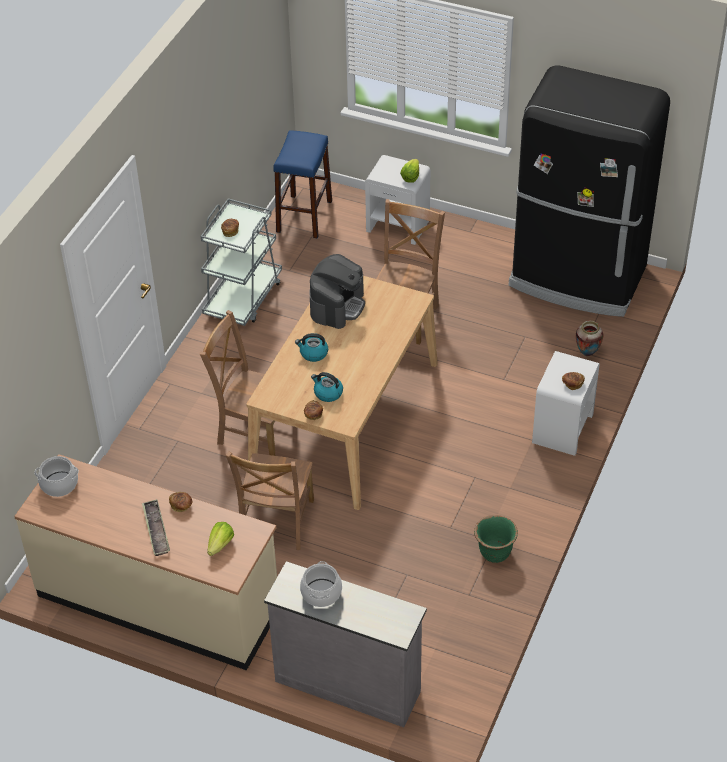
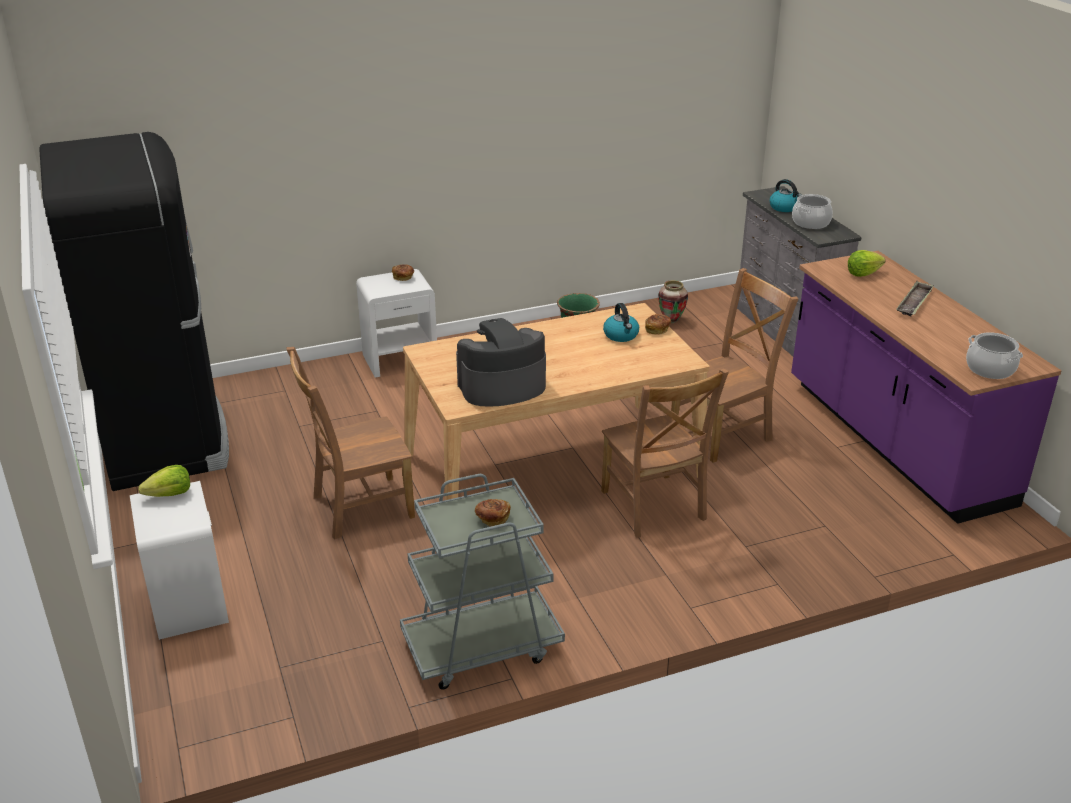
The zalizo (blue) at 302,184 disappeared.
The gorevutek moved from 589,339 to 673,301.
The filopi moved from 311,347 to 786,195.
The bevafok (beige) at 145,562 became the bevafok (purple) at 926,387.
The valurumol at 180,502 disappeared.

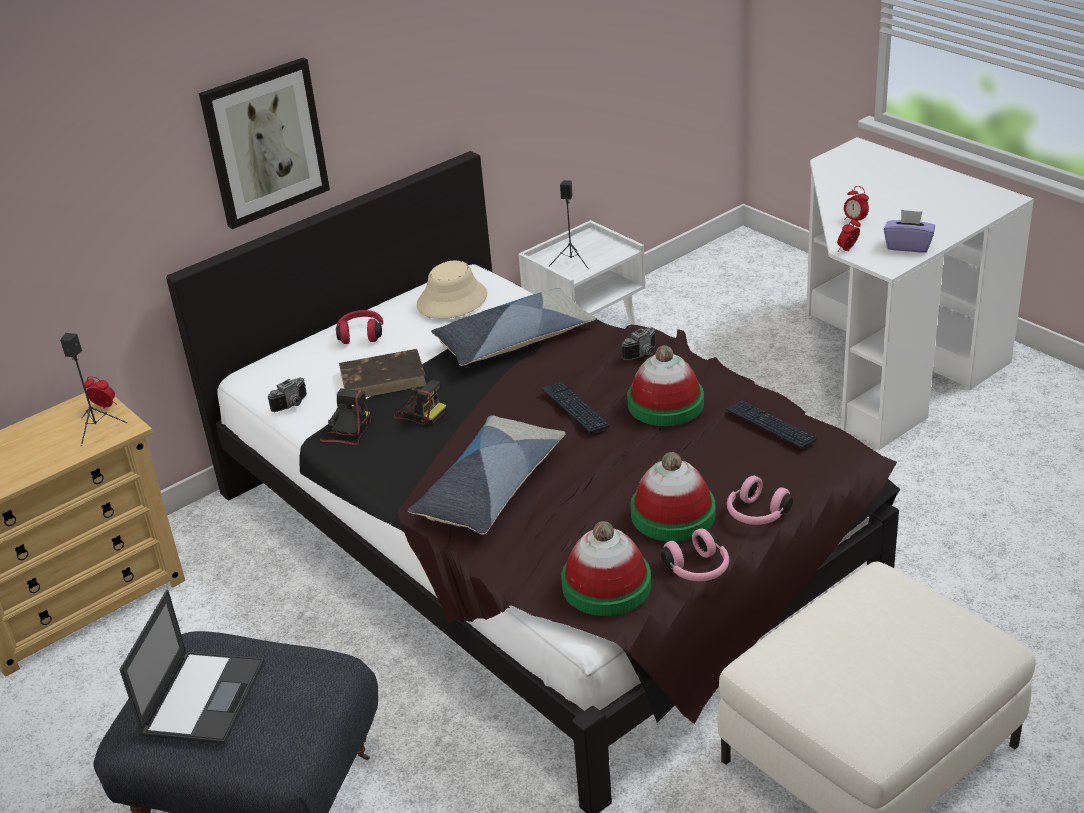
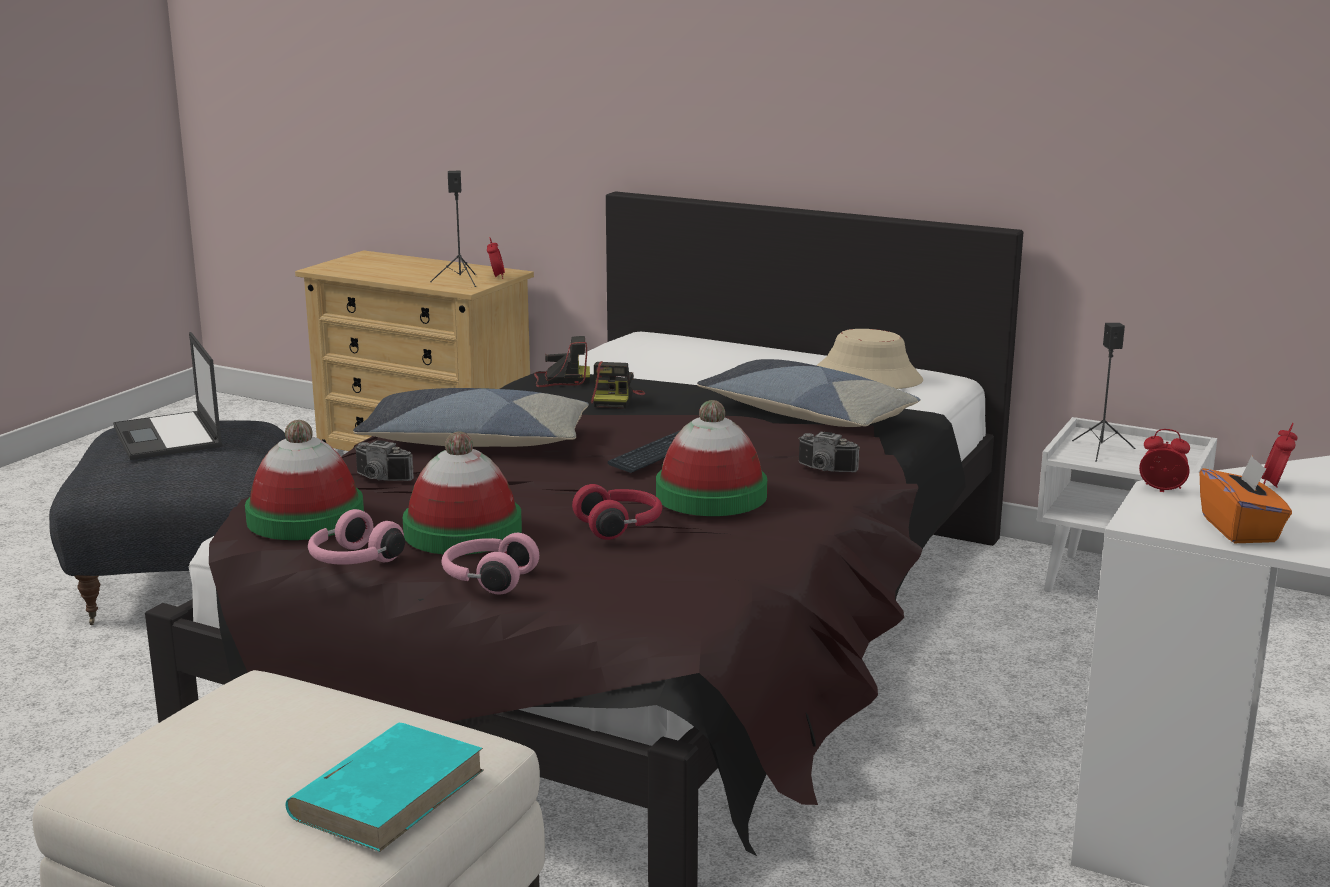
The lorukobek at 264,143 disappeared.
The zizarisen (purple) at 909,231 became the zizarisen (orange) at 1246,499.
The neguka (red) moved from 359,327 to 617,512.
The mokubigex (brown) at 382,373 disappeared.
The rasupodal moved from 287,395 to 384,460.
The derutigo at 771,424 disappeared.
The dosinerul at 191,667 turned 75 degrees clockwise.
The mokubigex (turquoise) at 384,787 appeared.

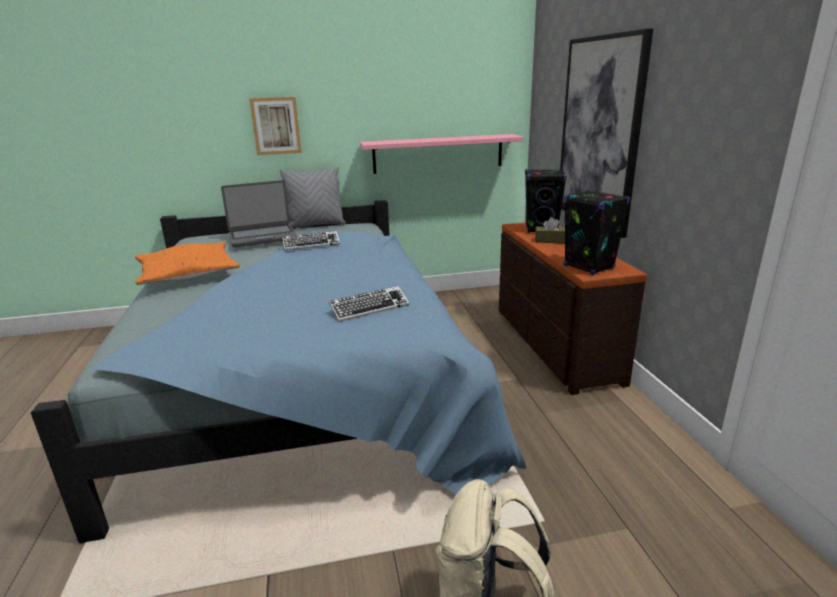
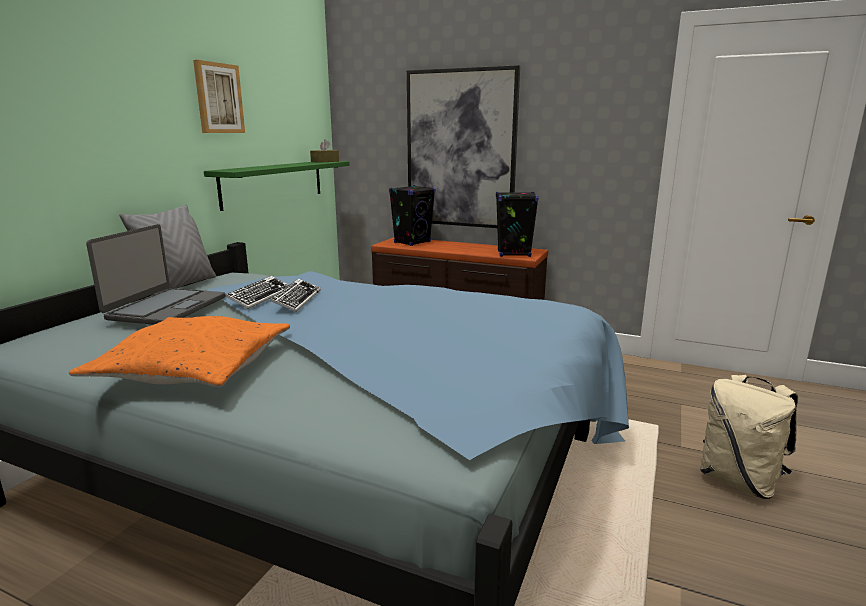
The lorukobek moved from 275,126 to 219,96.
The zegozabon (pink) at 442,154 became the zegozabon (green) at 277,186.
The zizarisen (brown) moved from 550,230 to 324,151.
The derutigo moved from 369,304 to 295,295.

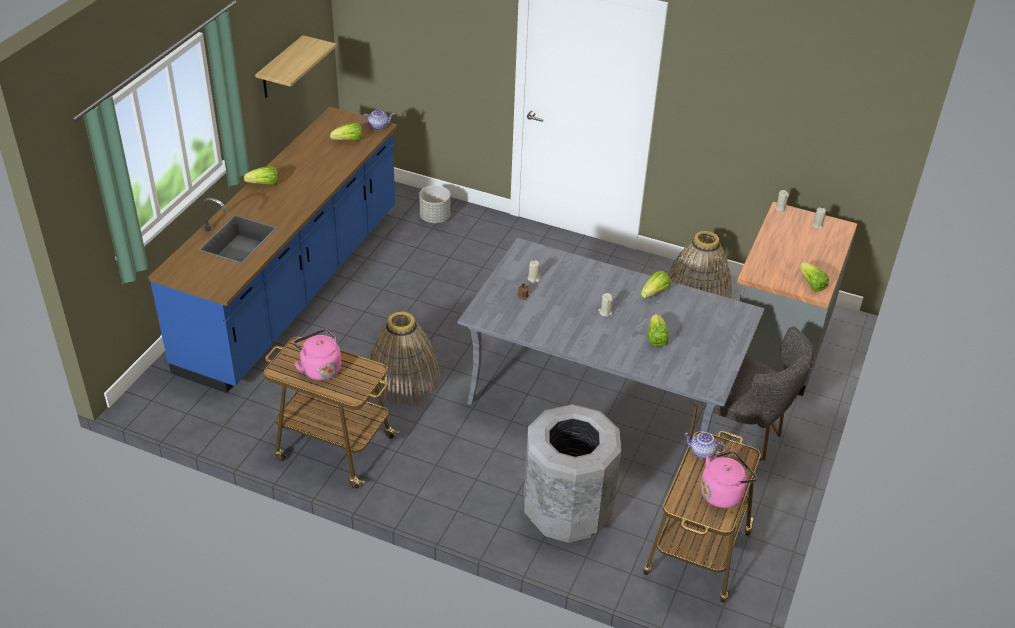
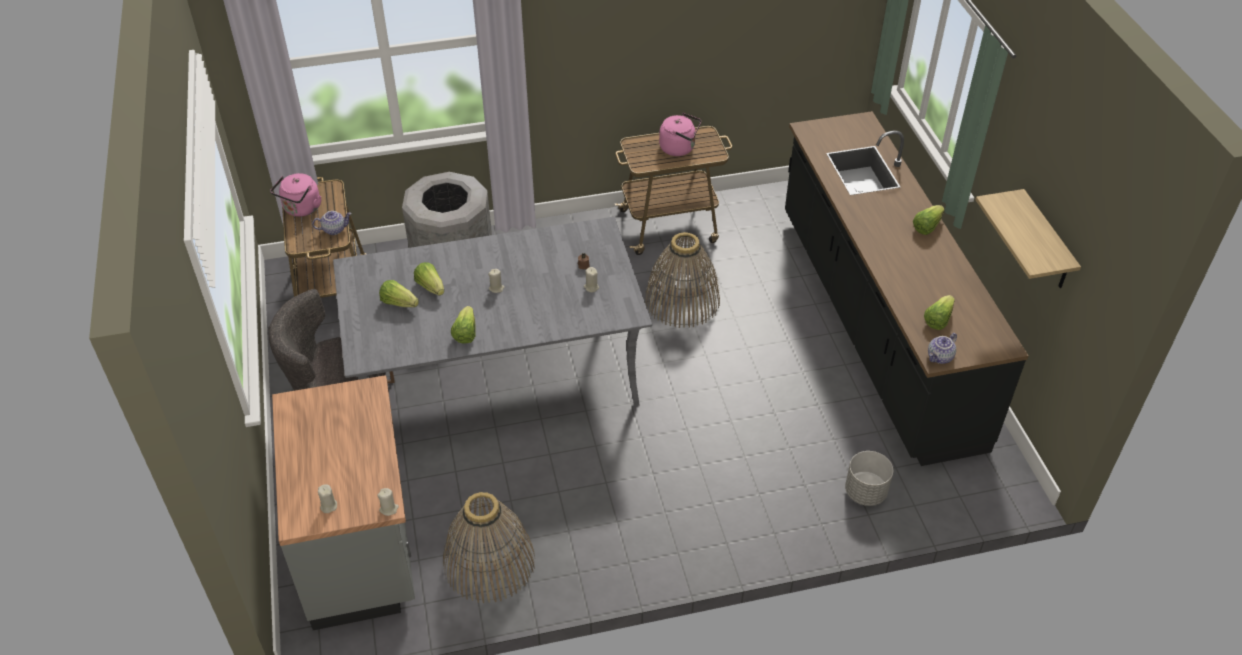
The bevafok (blue) at 272,250 became the bevafok (black) at 907,288.
The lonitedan moved from 814,277 to 399,293.

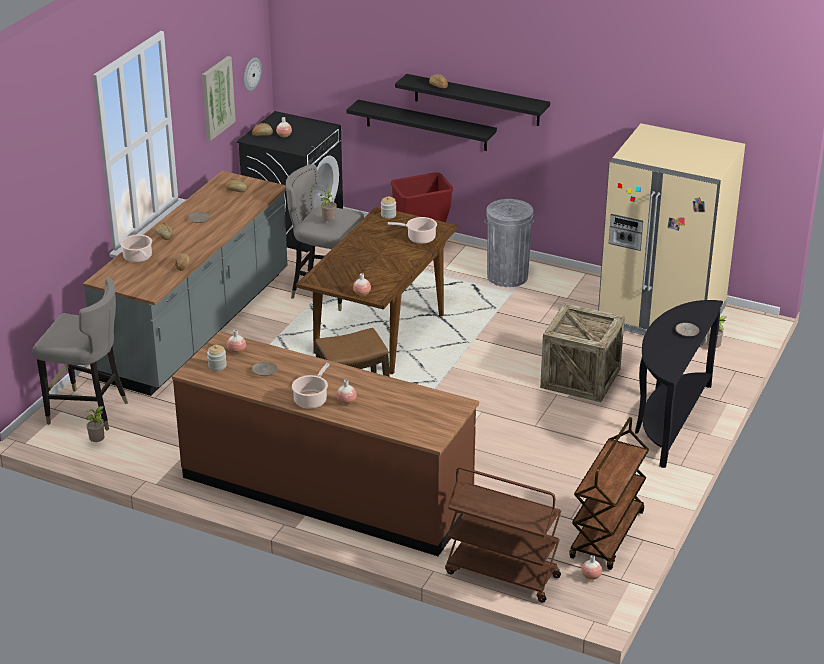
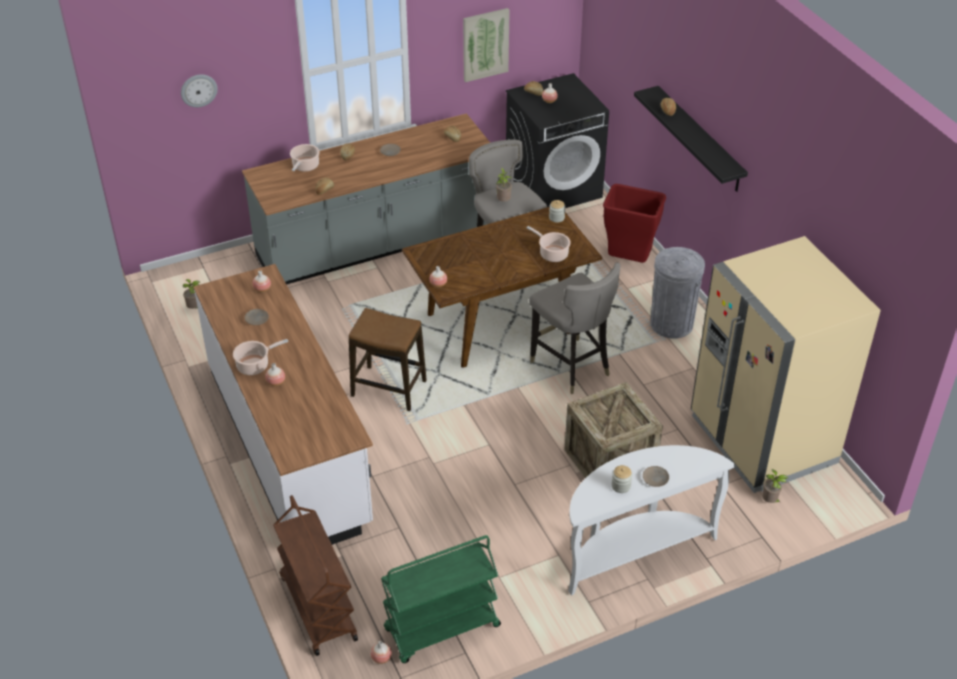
The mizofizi moved from 253,74 to 199,90.
The zegozabon (black) at 422,125 disappeared.
The zalizo (grey) moved from 80,354 to 574,328.
The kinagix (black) at 679,384 became the kinagix (white) at 651,520.
The bevafok (brown) at 325,443 became the bevafok (white) at 283,404.
The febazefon moved from 217,358 to 621,479.
The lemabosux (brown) at 609,493 became the lemabosux (green) at 441,599.

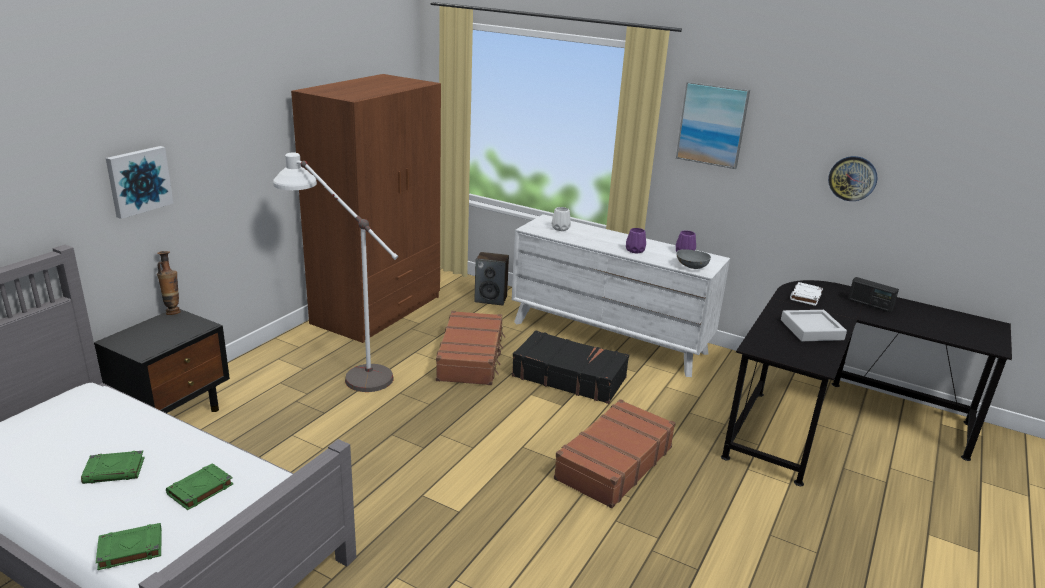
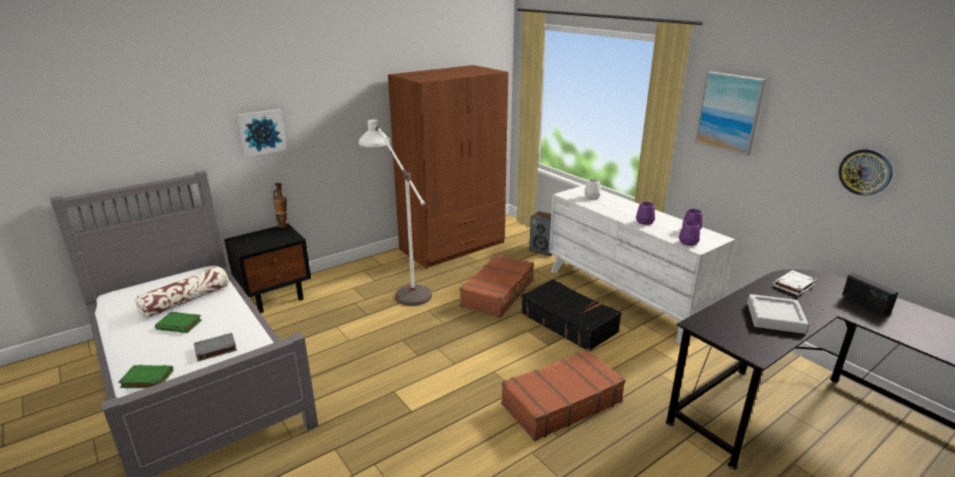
The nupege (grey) at 693,259 was replaced by the gorevutek (purple) at 689,233.
The mokubigex (green) at 199,486 became the mokubigex (grey) at 215,347.
The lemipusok at 182,292 appeared.

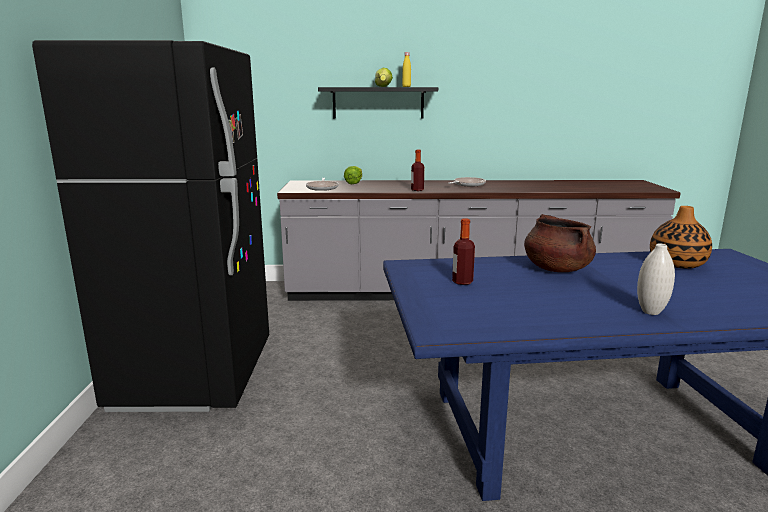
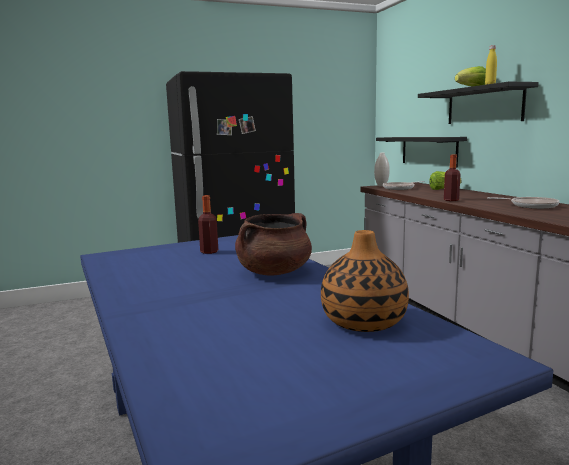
The gorevutek (white) moved from 656,279 to 382,169.
The zegozabon (black) at 421,152 appeared.

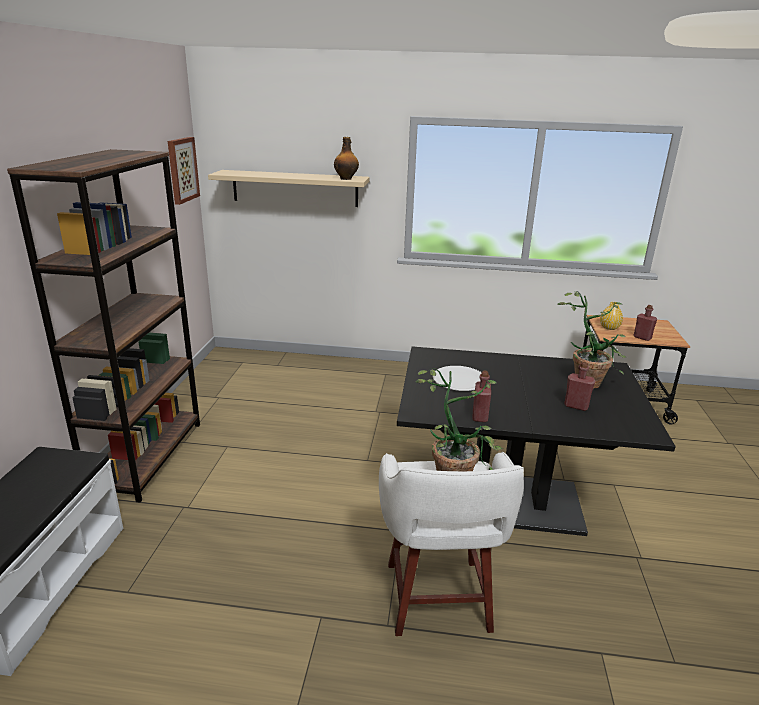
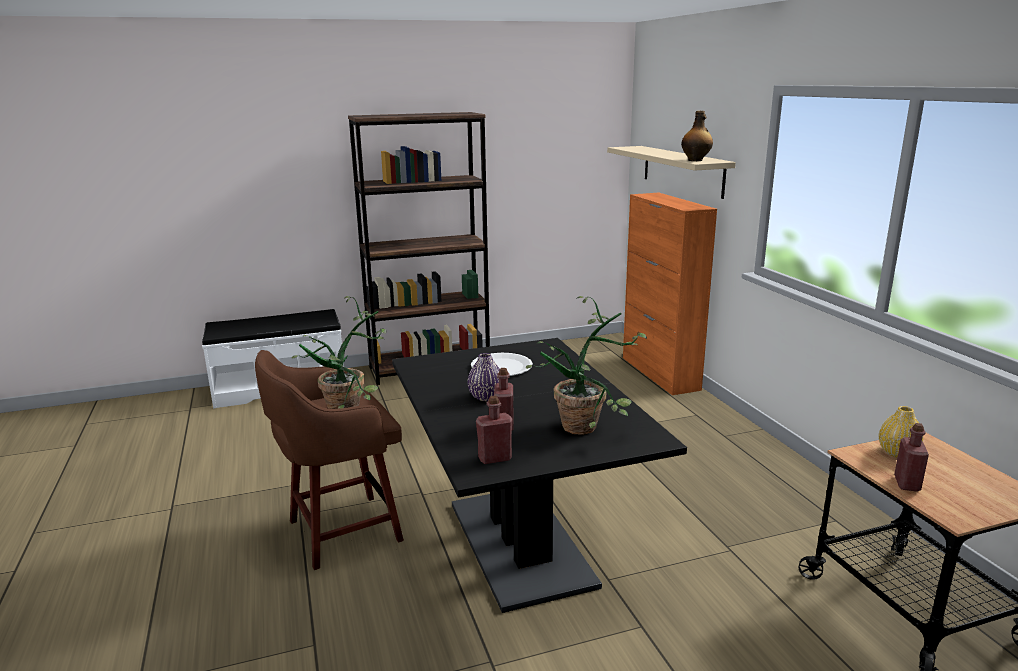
The lorukobek at 184,171 disappeared.
The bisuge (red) moved from 481,396 to 494,430.
The zalizo (white) at 451,544 became the zalizo (brown) at 329,460.
The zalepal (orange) at 670,294 appeared.
The gorevutek (purple) at 483,377 appeared.

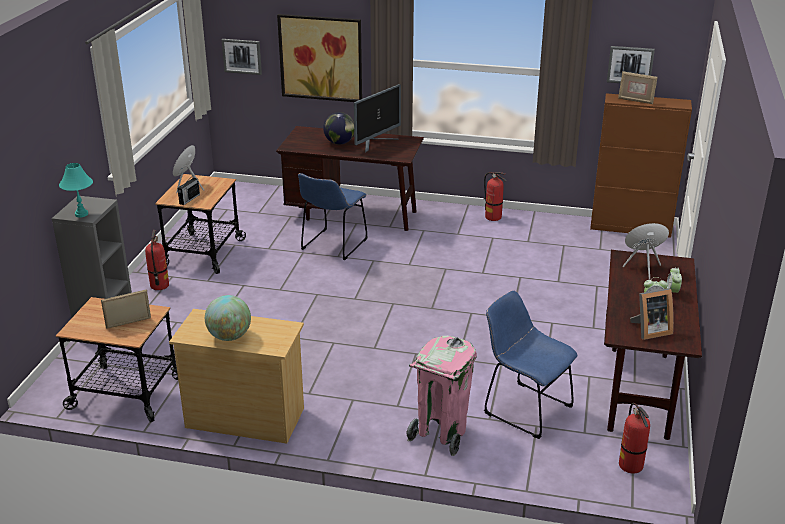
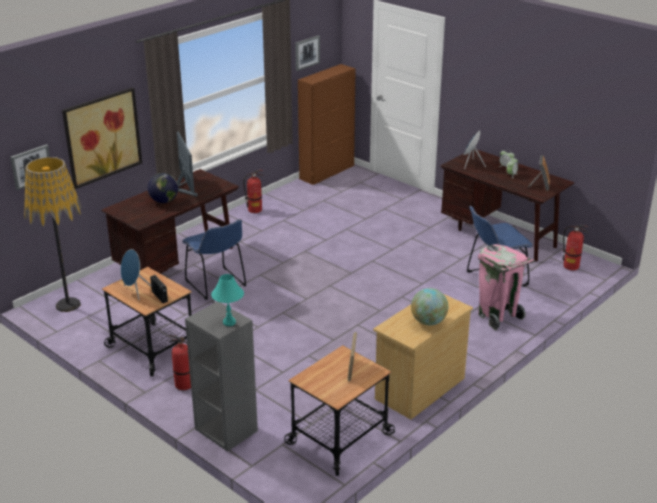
The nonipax at 638,87 disappeared.
The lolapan at 53,234 appeared.

